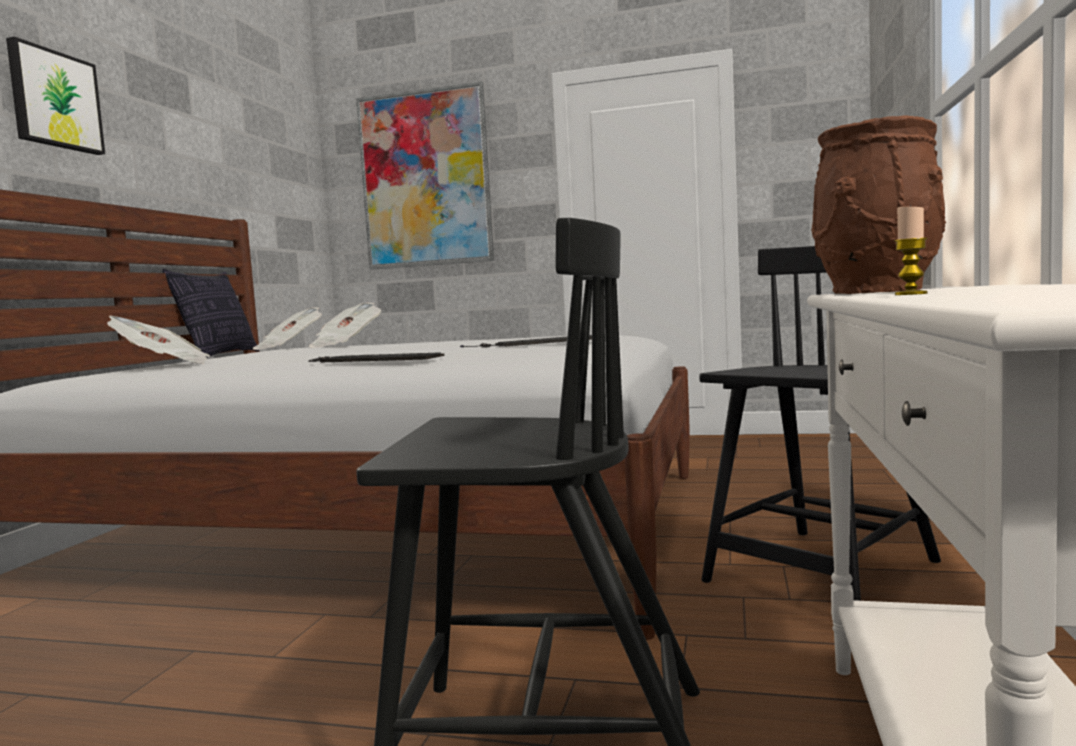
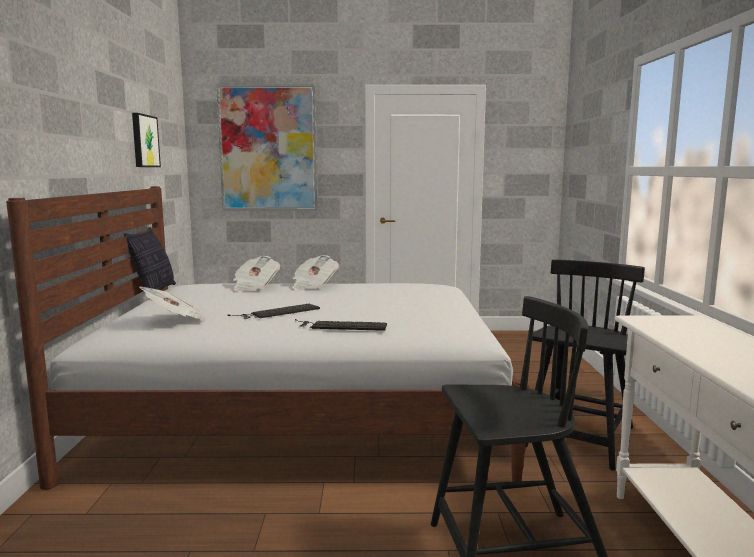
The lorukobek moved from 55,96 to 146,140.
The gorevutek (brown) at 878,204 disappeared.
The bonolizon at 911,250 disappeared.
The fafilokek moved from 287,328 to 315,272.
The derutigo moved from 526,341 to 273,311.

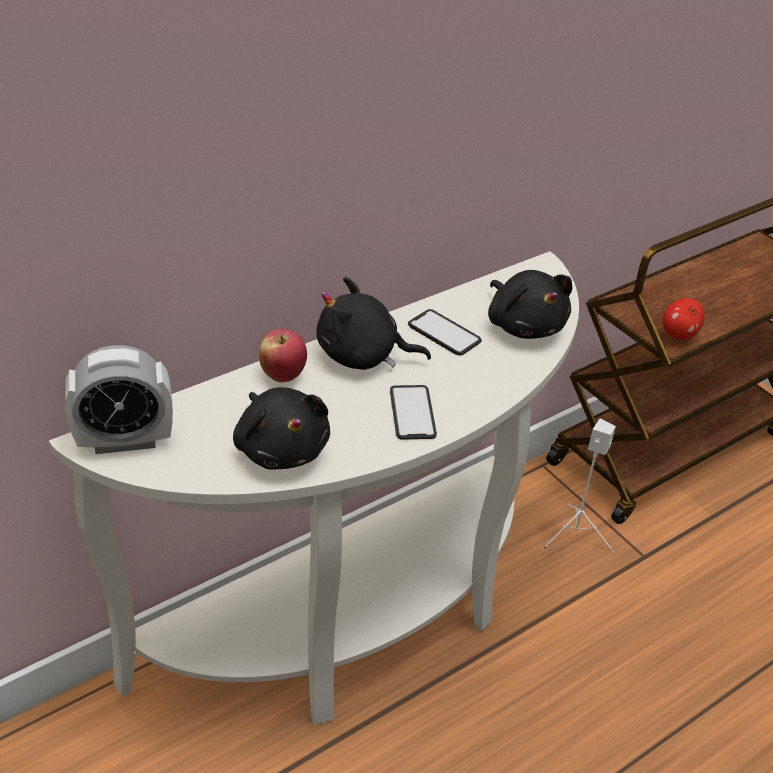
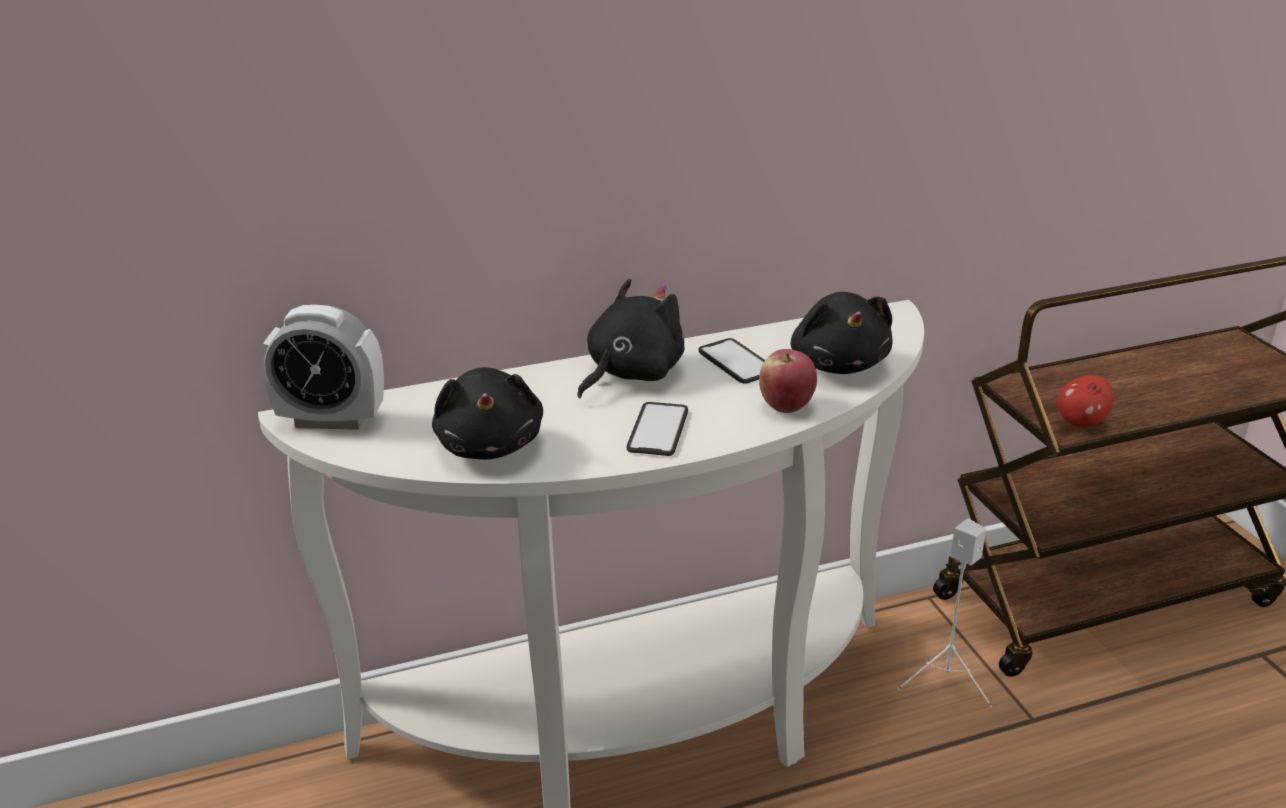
The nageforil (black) at 373,323 turned 105 degrees clockwise.
The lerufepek moved from 283,355 to 788,381.

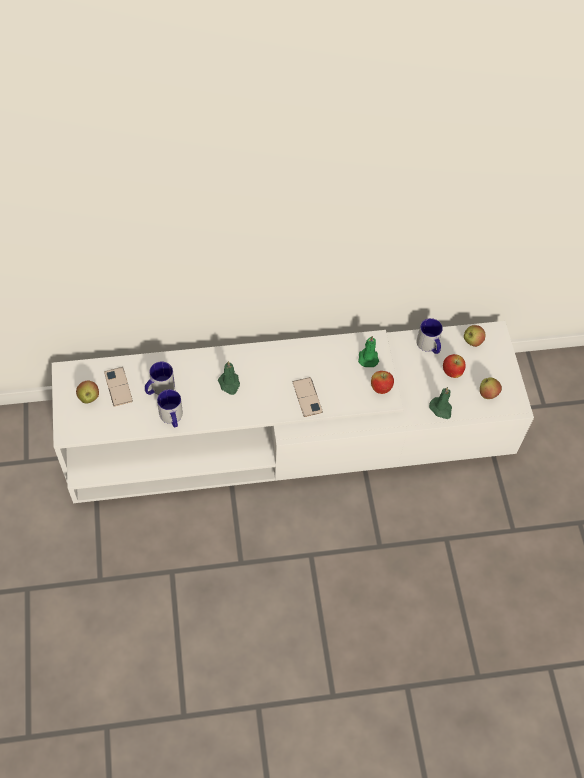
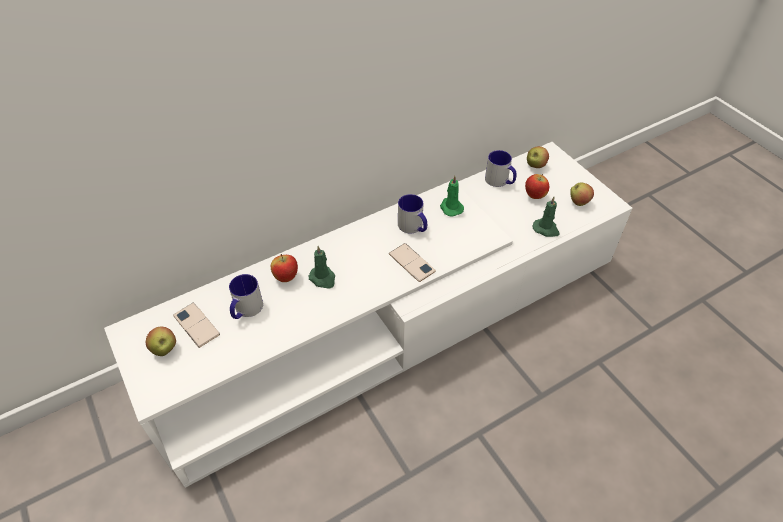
The lerufepek moved from 382,382 to 284,268.
The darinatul moved from 170,408 to 412,213.

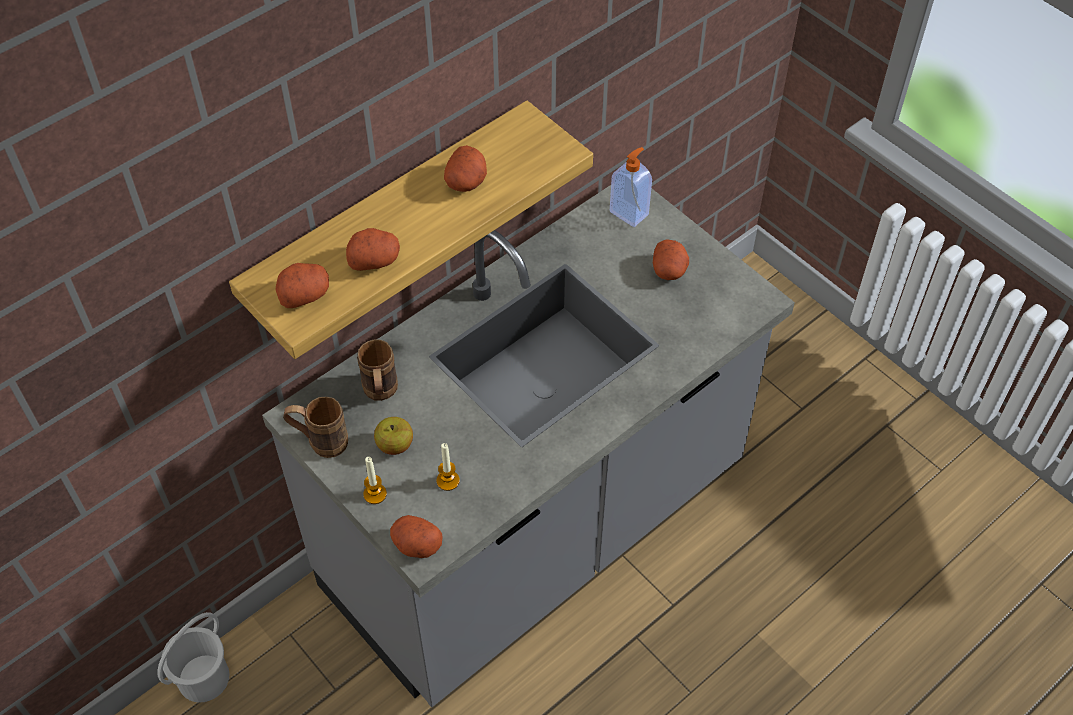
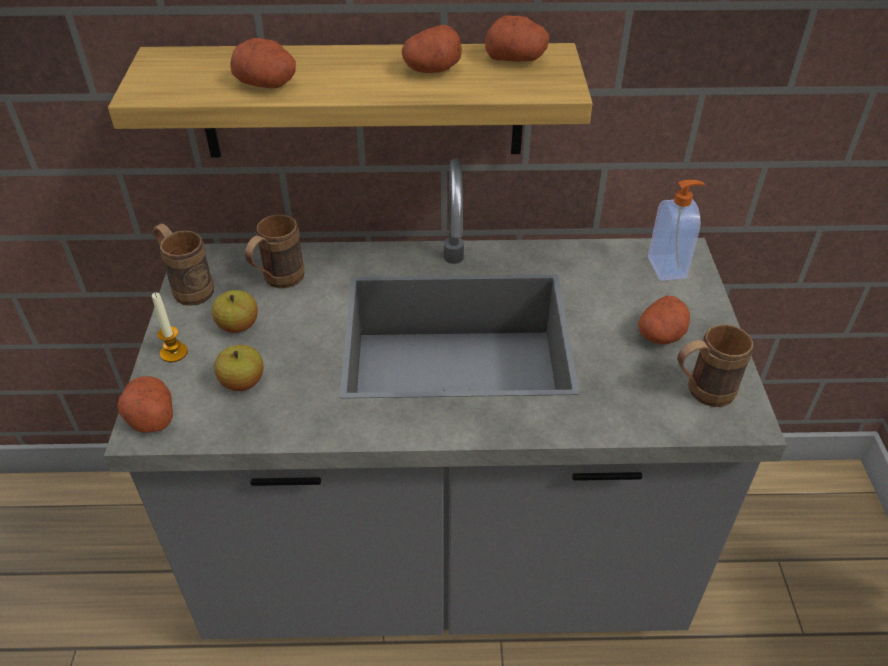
The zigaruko moved from 302,285 to 517,38.
The bonolizon at 448,467 was replaced by the lerufepek at 239,368.
The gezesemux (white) at 193,657 disappeared.
The darinatul (brown) at 715,365 appeared.

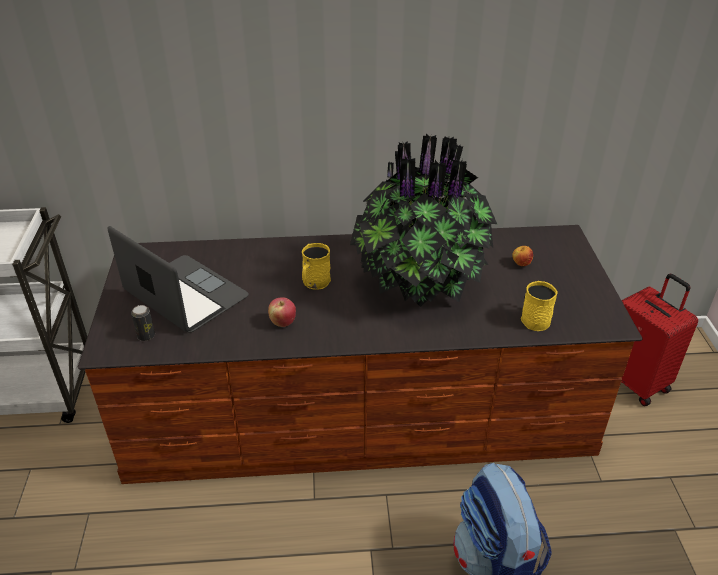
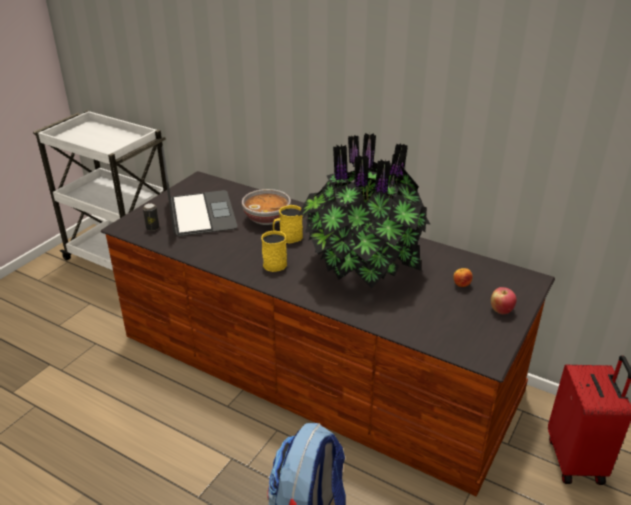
The darinatul (yellow) moved from 539,306 to 274,251.
The lerufepek moved from 282,312 to 504,300.
The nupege at 266,207 appeared.

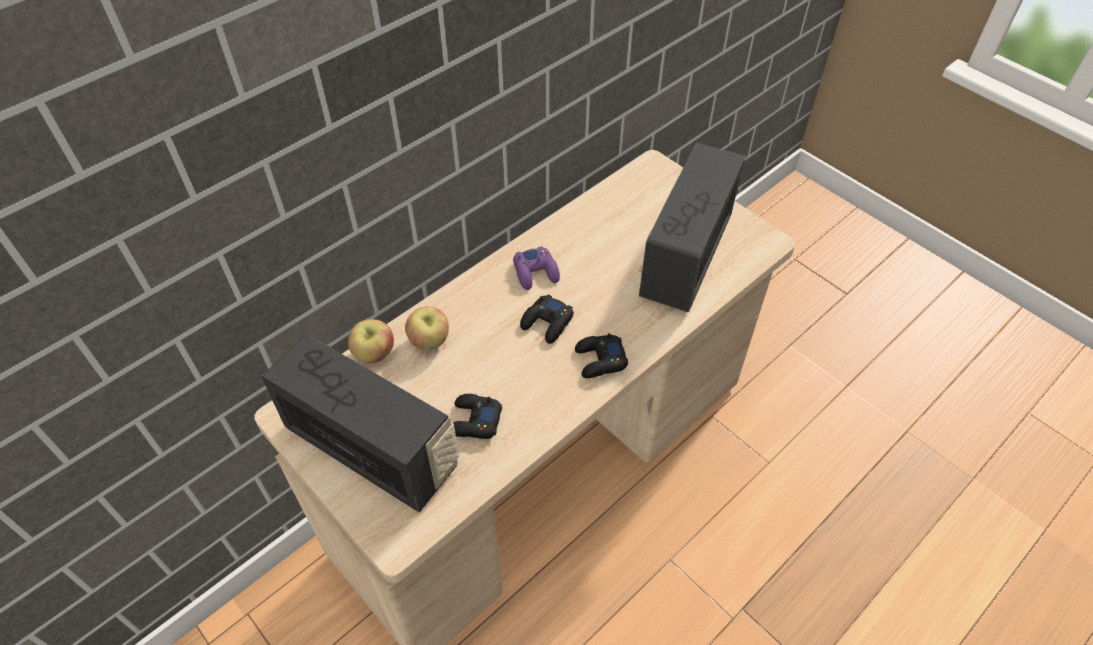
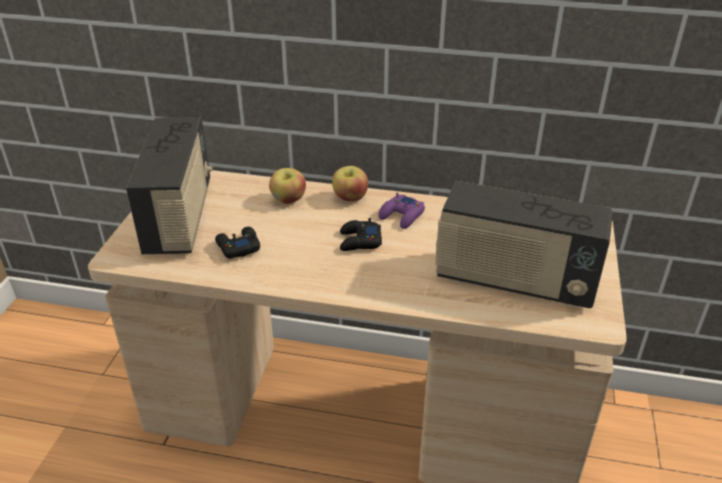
The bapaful at 692,227 turned 150 degrees counterclockwise.
The lerufepek moved from 371,341 to 350,183.
The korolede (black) at 601,355 disappeared.

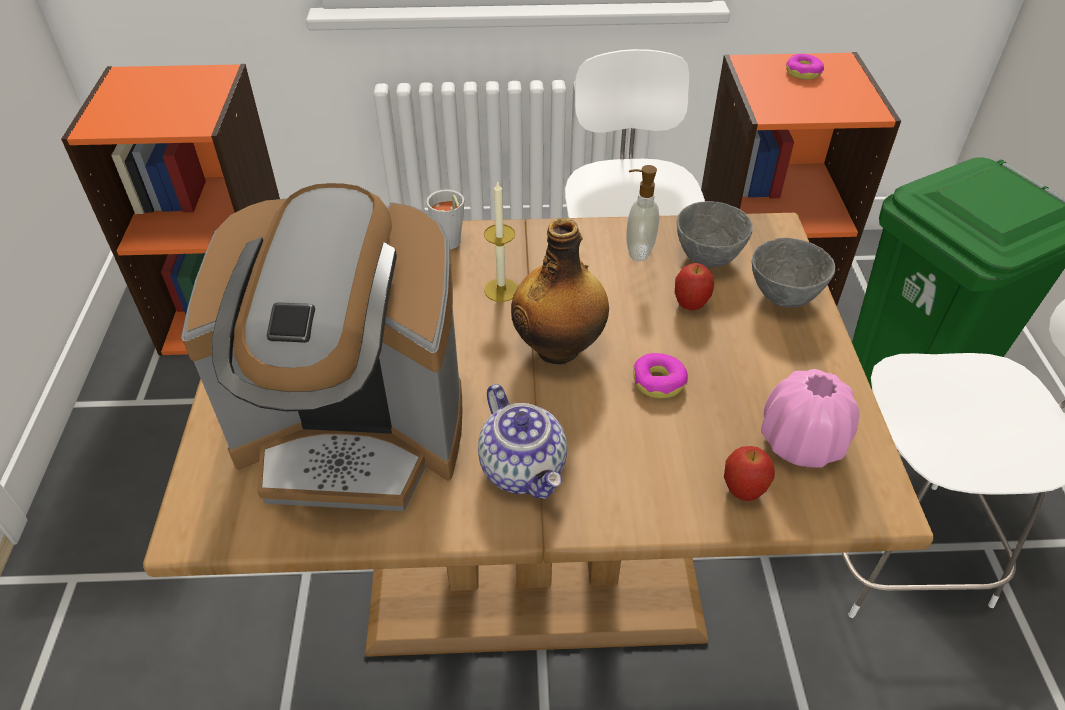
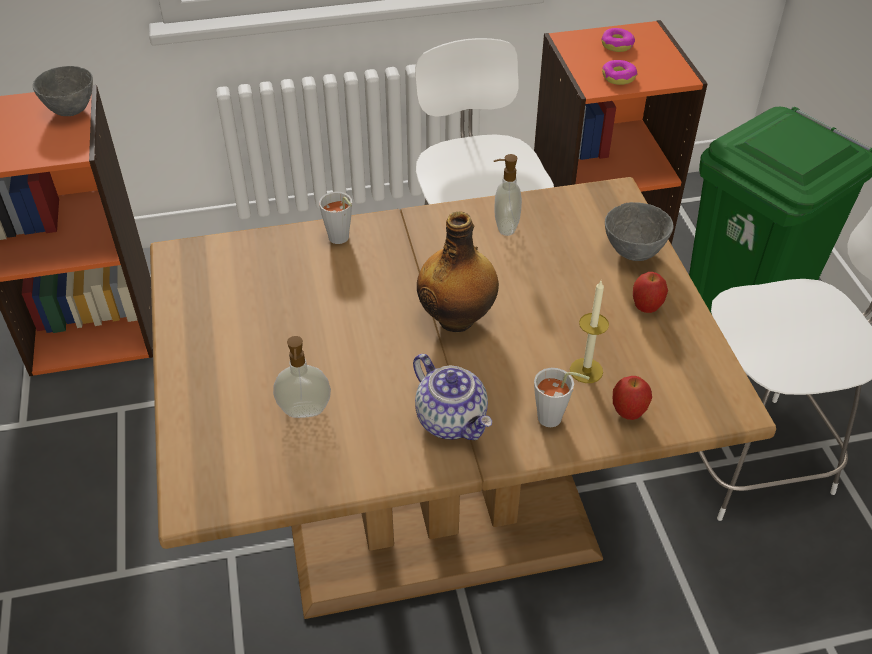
The bonolizon moved from 501,241 to 589,332.
The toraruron at 321,347 was replaced by the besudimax at 302,377.
The nupege (grey) moved from 715,234 to 63,91.
The lerufepek moved from 694,286 to 650,292.
The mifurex moved from 660,375 to 619,72.
The gorevutek (pink) at 810,418 disappeared.
The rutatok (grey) at 562,397 appeared.

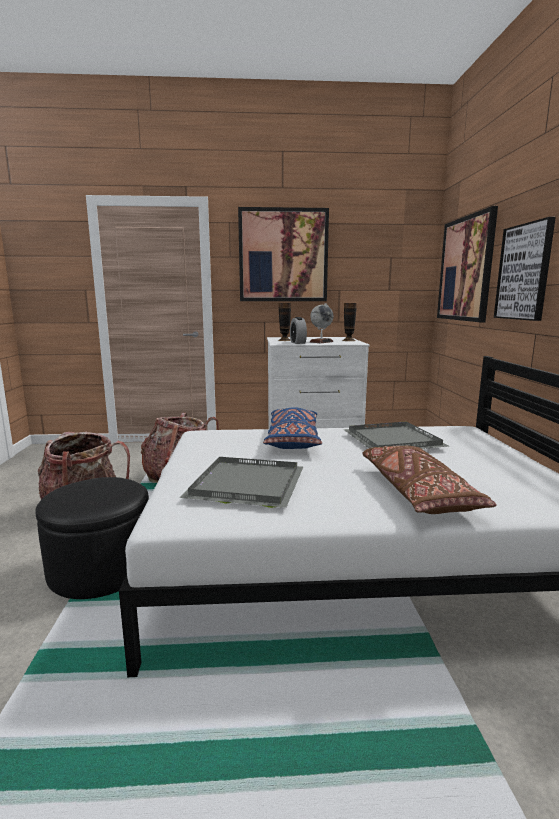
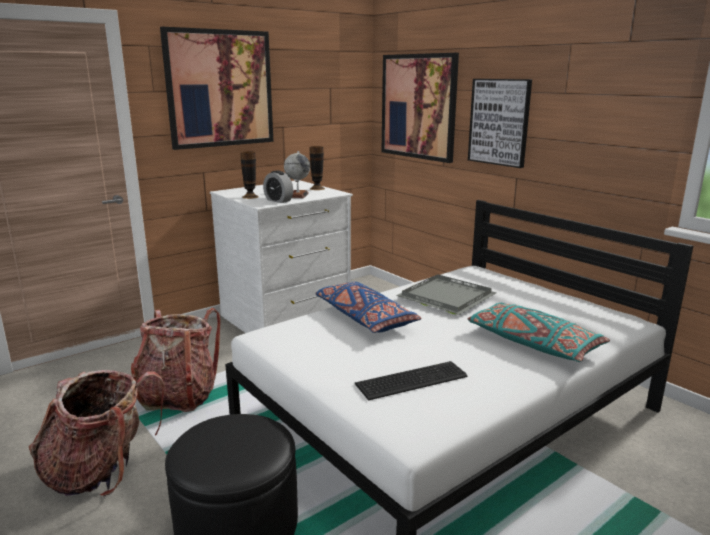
The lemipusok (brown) at 429,480 became the lemipusok (turquoise) at 539,332.
The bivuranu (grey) at 241,482 was replaced by the derutigo at 411,380.

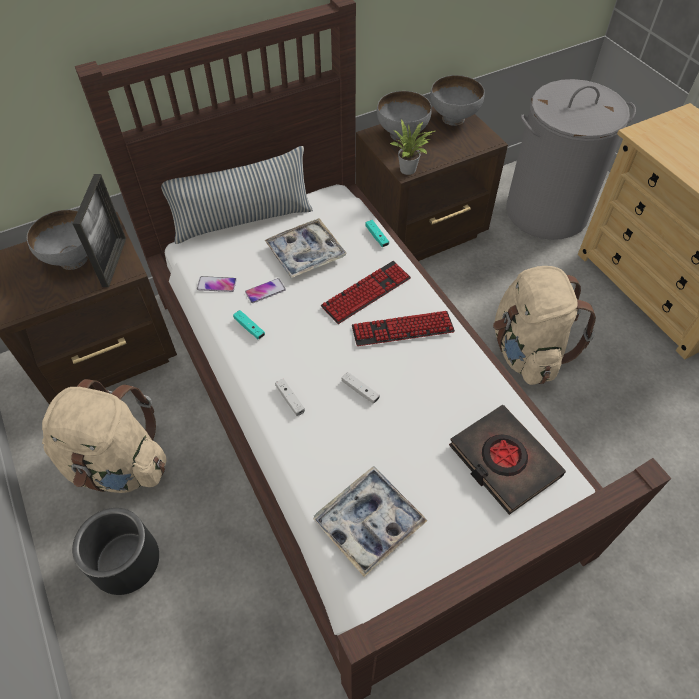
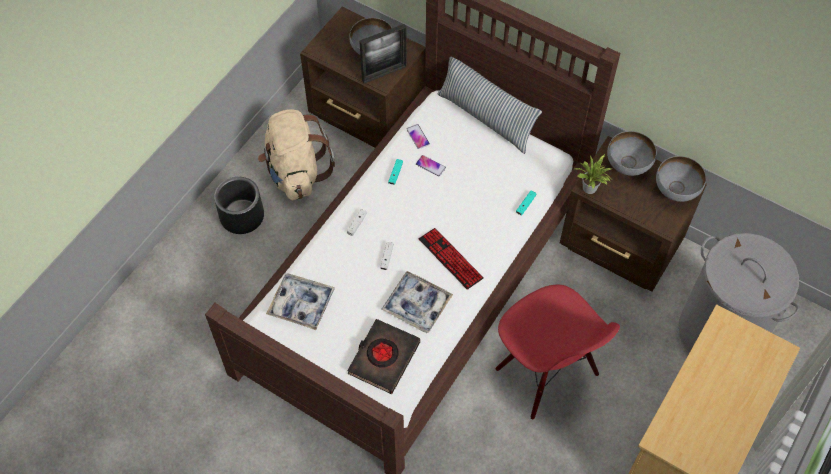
The bivuranu moved from 305,248 to 417,302.
The derutigo at 366,292 disappeared.
The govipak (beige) at 544,325 was replaced by the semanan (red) at 557,352.

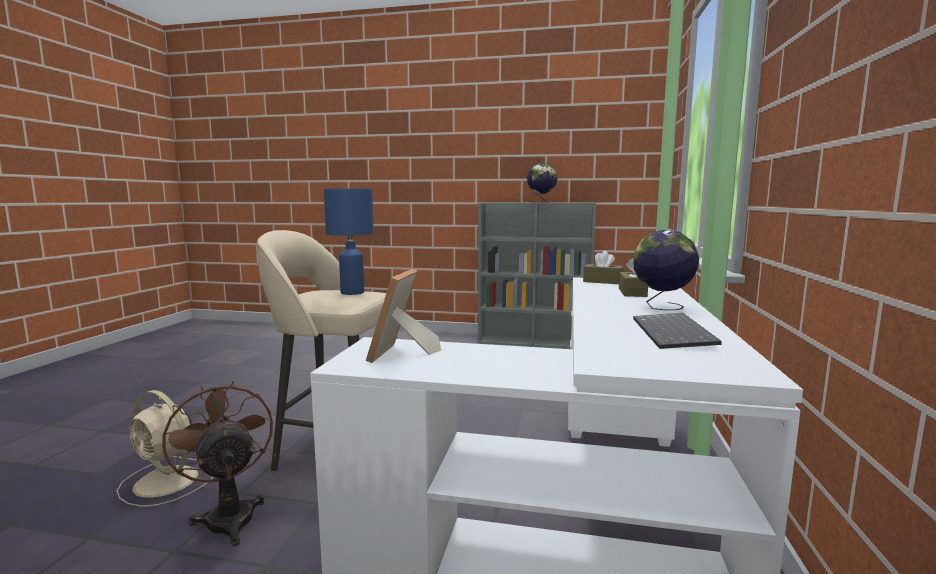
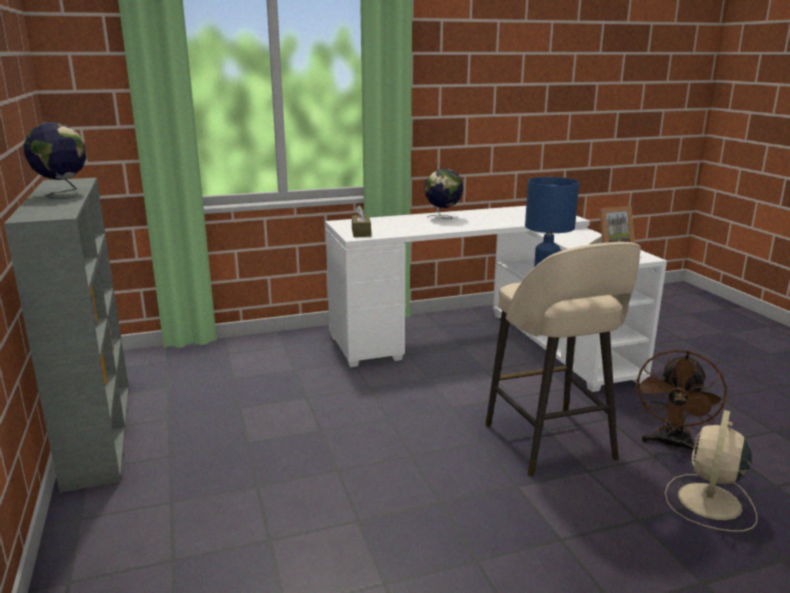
The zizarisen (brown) at 633,277 disappeared.
The derutigo at 677,330 disappeared.
The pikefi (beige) at 165,448 turned 150 degrees counterclockwise.

